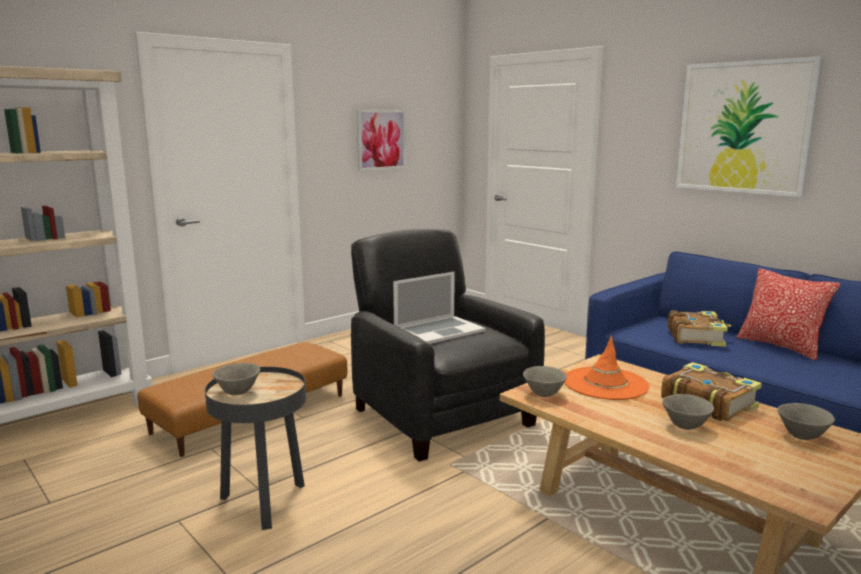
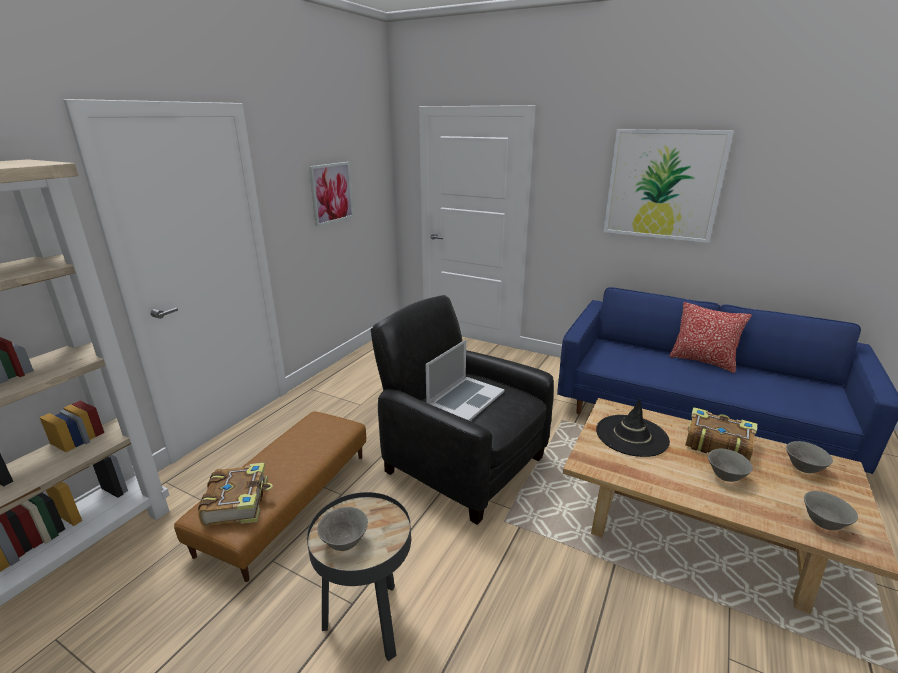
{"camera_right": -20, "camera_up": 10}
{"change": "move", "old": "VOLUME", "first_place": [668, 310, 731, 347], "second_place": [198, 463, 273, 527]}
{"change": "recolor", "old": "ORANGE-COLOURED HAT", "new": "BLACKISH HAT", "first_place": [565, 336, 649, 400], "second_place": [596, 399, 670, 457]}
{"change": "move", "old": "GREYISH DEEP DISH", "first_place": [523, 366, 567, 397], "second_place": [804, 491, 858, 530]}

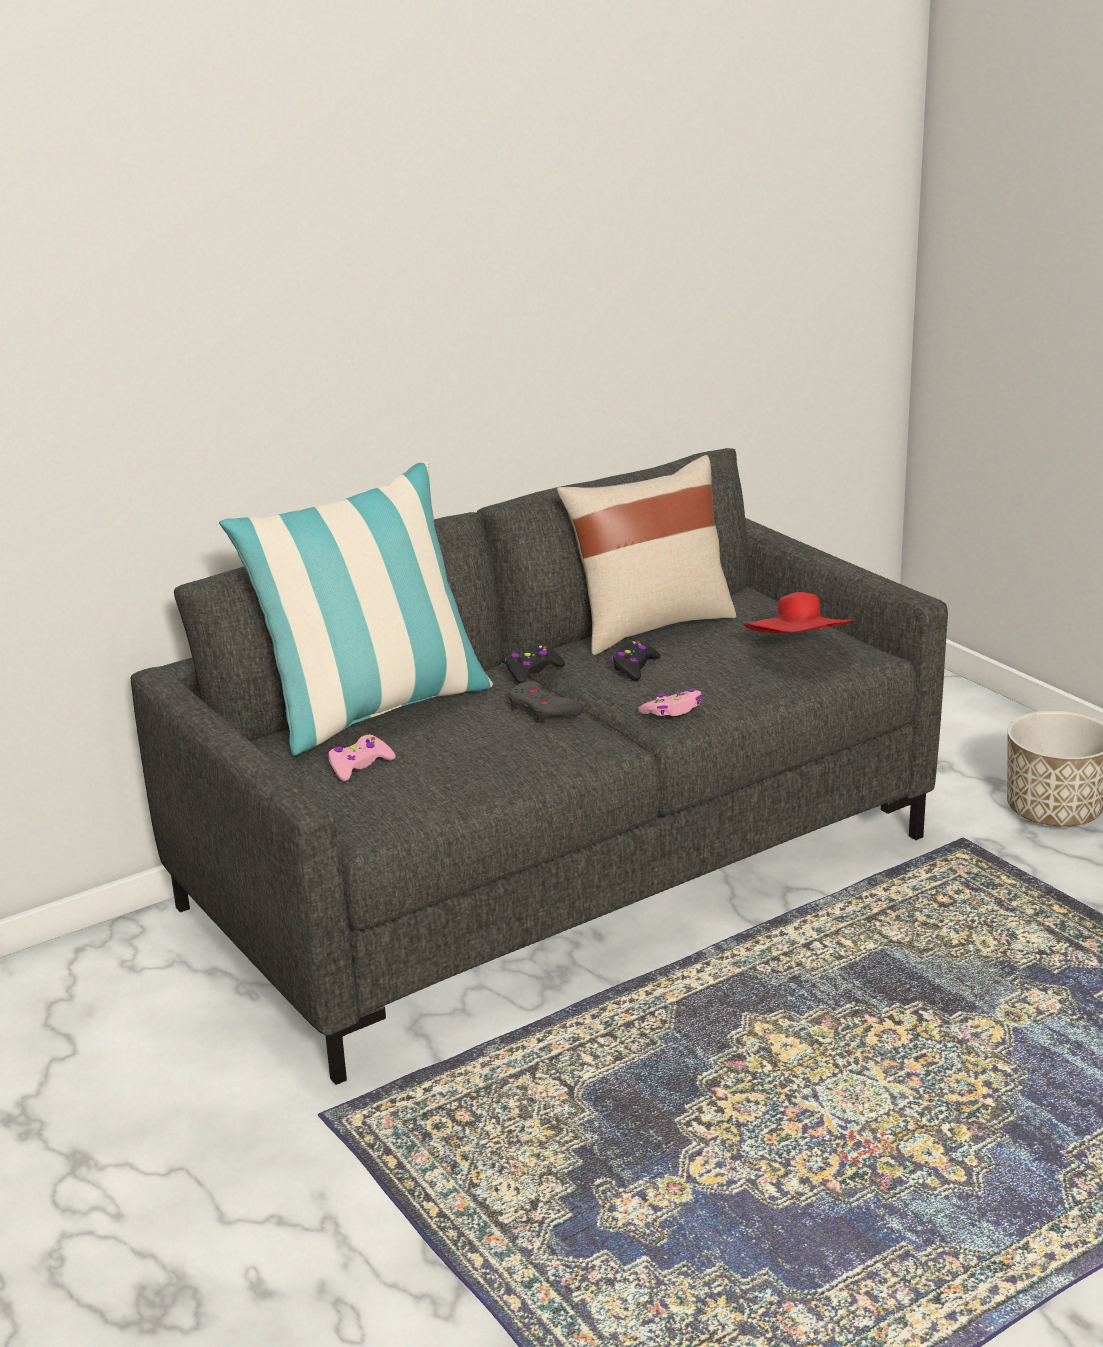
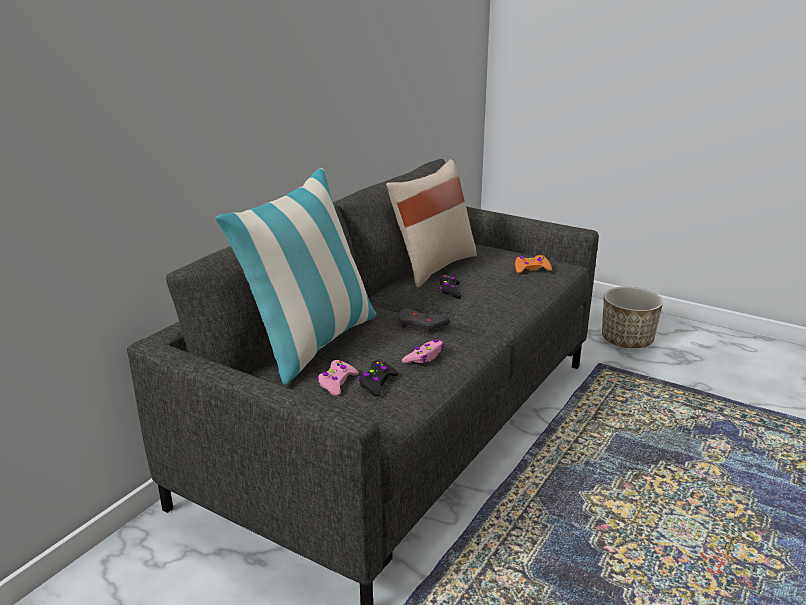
{"camera_right": -25, "camera_up": 0}
{"change": "replace", "old": "RED HAT", "new": "ORANGE-COLOURED GAMEPAD", "first_place": [743, 592, 854, 633], "second_place": [515, 255, 552, 273]}
{"change": "move", "old": "BLACKISH GAMEPAD", "first_place": [505, 644, 565, 683], "second_place": [358, 360, 399, 397]}
{"change": "move", "old": "PINKISH GAMEPAD", "first_place": [638, 688, 703, 716], "second_place": [402, 339, 444, 364]}

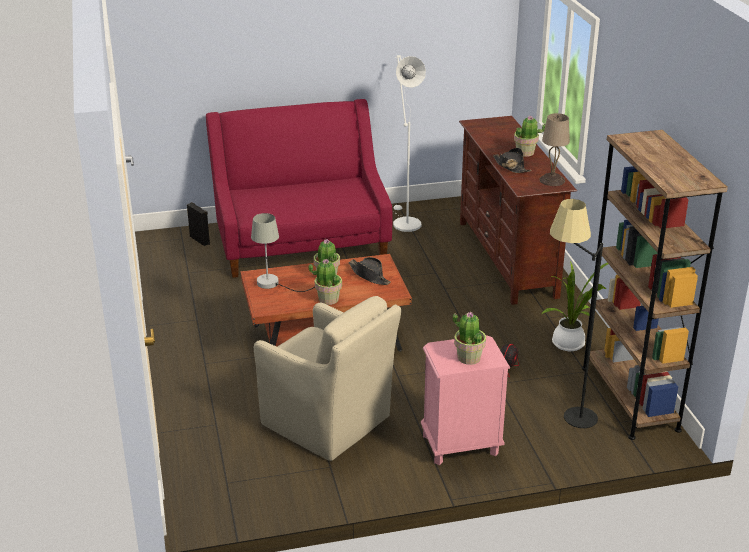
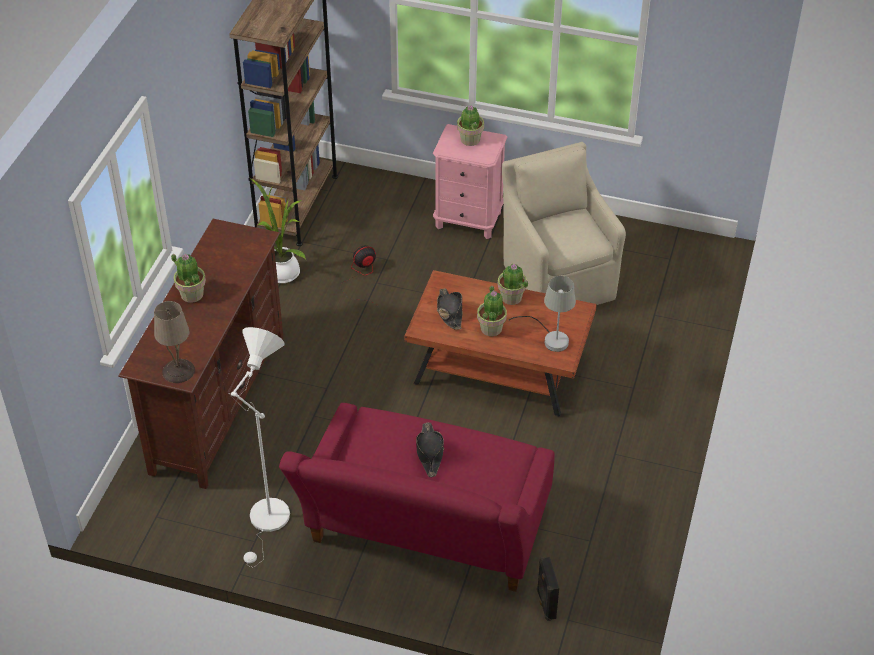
{"camera_right": -150, "camera_up": 15}
{"change": "move", "old": "BEIGE LAMP FOR A TABLE", "first_place": [539, 113, 570, 186], "second_place": [154, 301, 195, 383]}
{"change": "move", "old": "BLACKISH HAT", "first_place": [493, 148, 531, 173], "second_place": [416, 422, 444, 477]}
{"change": "delete", "old": "BLACKISH STANDARD LAMP", "first_place": [550, 199, 603, 428]}

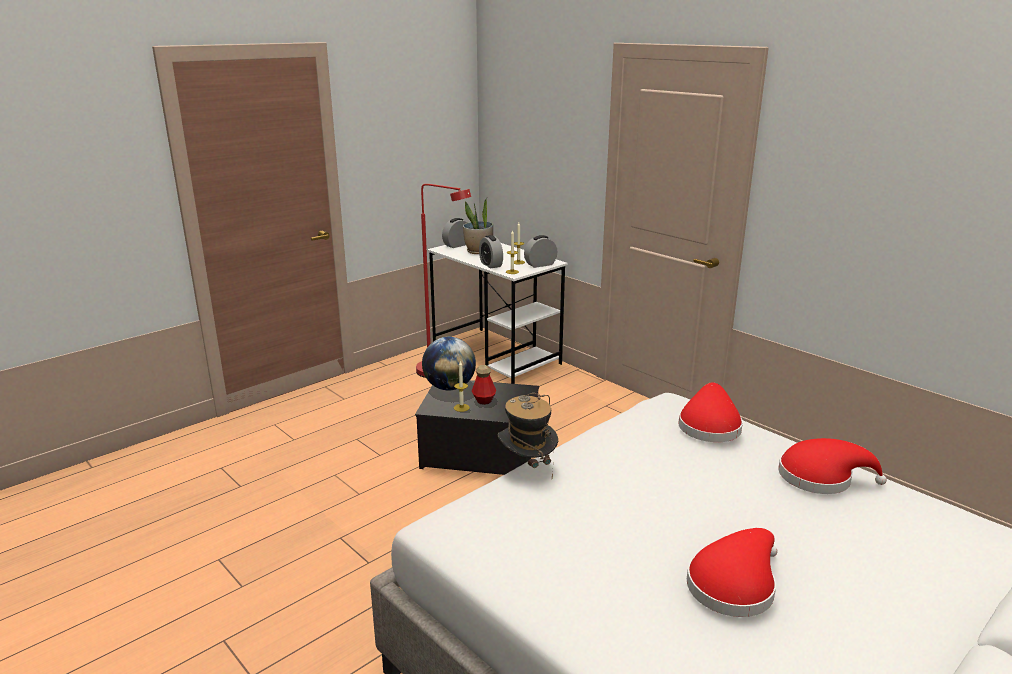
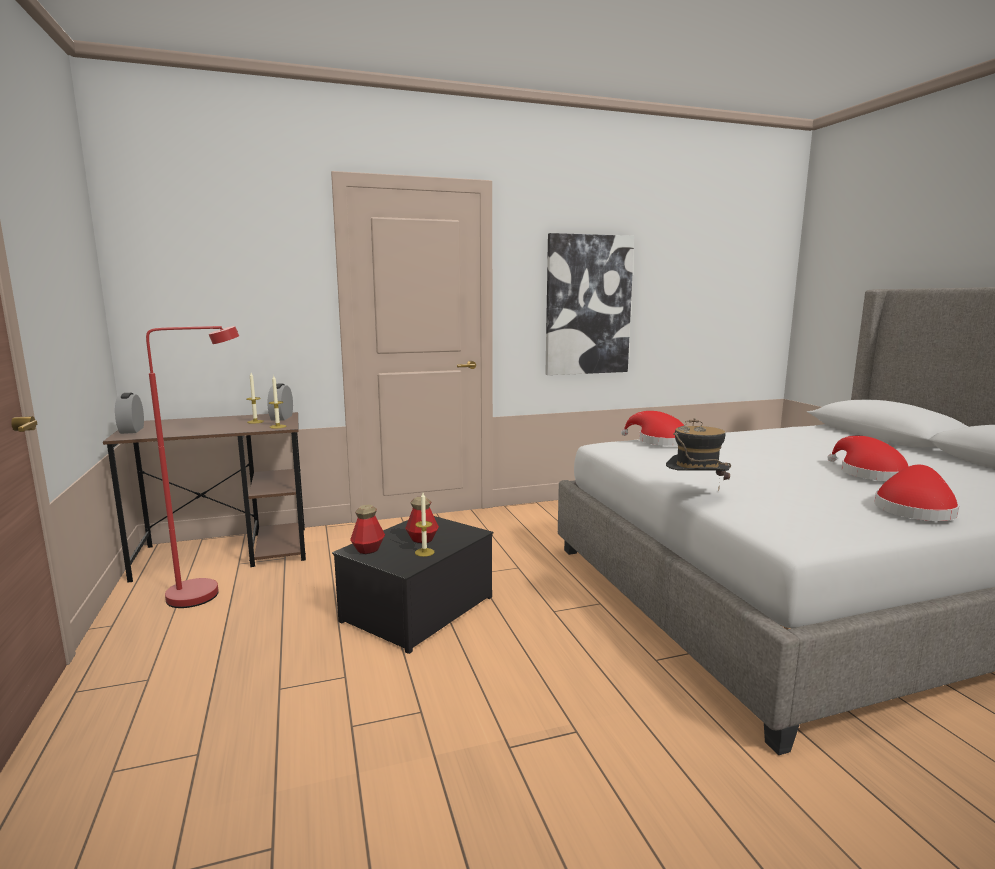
{"camera_right": -65, "camera_up": -10}
{"change": "delete", "old": "PLANT IN A POT", "first_place": [463, 198, 493, 254]}
{"change": "delete", "old": "ALARM CLOCK", "first_place": [479, 235, 503, 269]}
{"change": "recolor", "old": "WHITE-COLOURED DESK", "new": "BROWN DESK", "first_place": [427, 243, 568, 384], "second_place": [103, 412, 306, 583]}
{"change": "replace", "old": "DESK GLOBE", "new": "BEVERAGE BOTTLE", "first_place": [422, 337, 476, 390], "second_place": [350, 505, 385, 554]}
{"change": "move", "old": "RED HAT", "first_place": [778, 438, 887, 494], "second_place": [874, 465, 959, 521]}
{"change": "insert", "new": "WALL PICTURE", "second_place": [545, 233, 634, 375]}

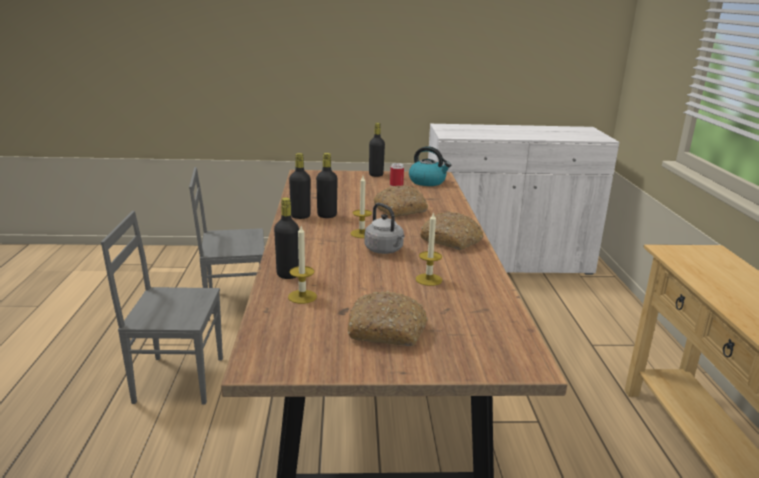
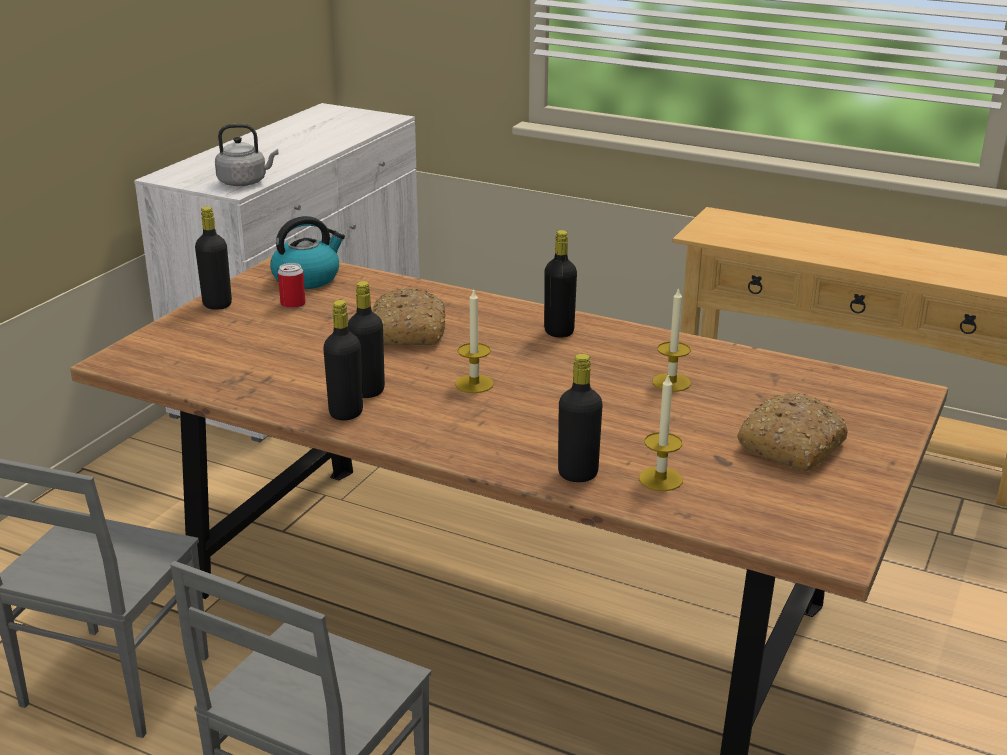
{"camera_right": -60, "camera_up": 5}
{"change": "move", "old": "GREYISH TEA KETTLE", "first_place": [364, 203, 405, 254], "second_place": [215, 124, 278, 186]}
{"change": "replace", "old": "BREAD", "new": "BLACKISH BEVERAGE BOTTLE", "first_place": [419, 211, 483, 250], "second_place": [544, 230, 577, 338]}

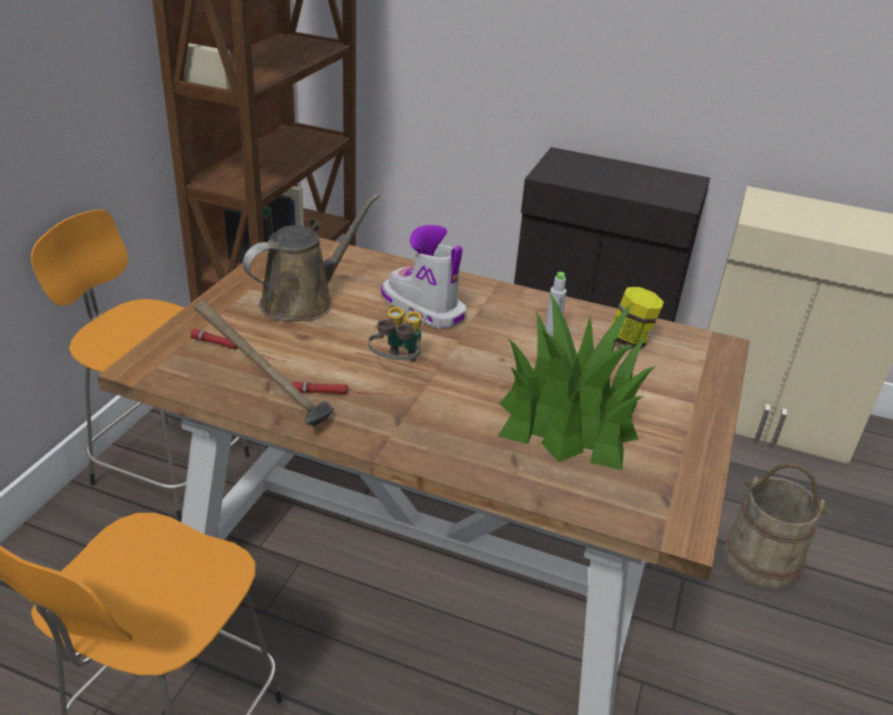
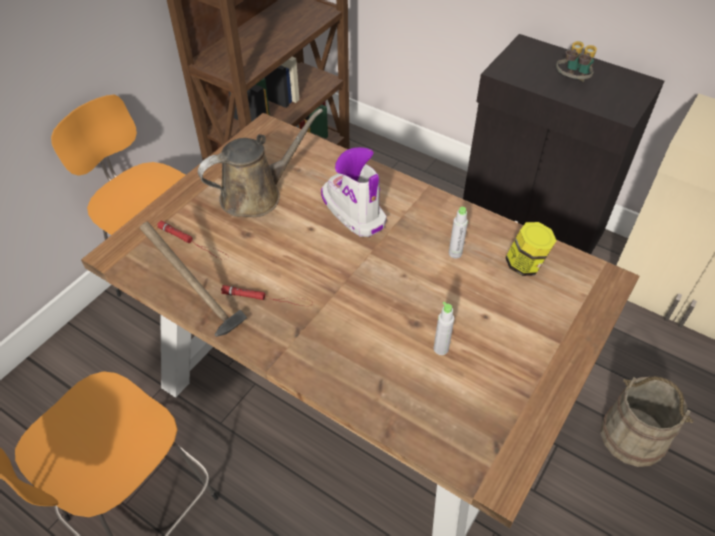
{"camera_right": 15, "camera_up": 15}
{"change": "replace", "old": "PLANT IN A POT", "new": "GREYISH BEVERAGE BOTTLE", "first_place": [498, 292, 656, 470], "second_place": [434, 302, 454, 355]}
{"change": "move", "old": "BINOCULARS", "first_place": [368, 307, 422, 362], "second_place": [556, 41, 597, 82]}

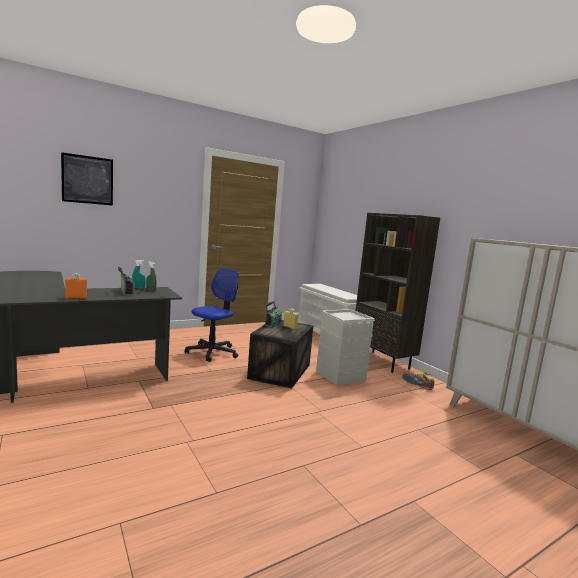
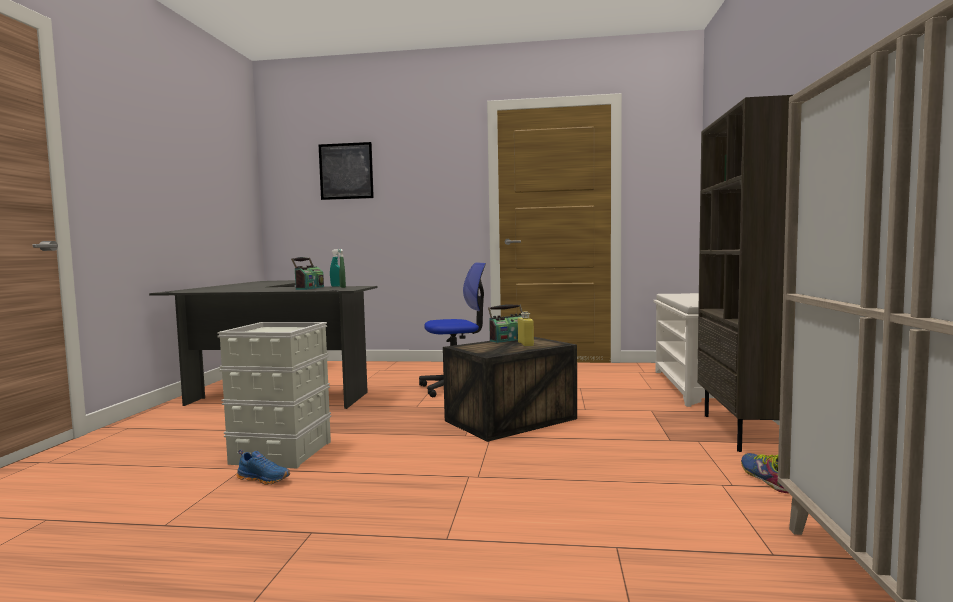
{"camera_right": 40, "camera_up": -5}
{"change": "delete", "old": "ORANGE-COLOURED BEVERAGE BOTTLE", "first_place": [65, 273, 87, 299]}
{"change": "move", "old": "GREYISH STORAGE BIN", "first_place": [316, 309, 375, 386], "second_place": [217, 322, 331, 469]}
{"change": "insert", "new": "BLUE LOW SHOE", "second_place": [236, 450, 290, 485]}

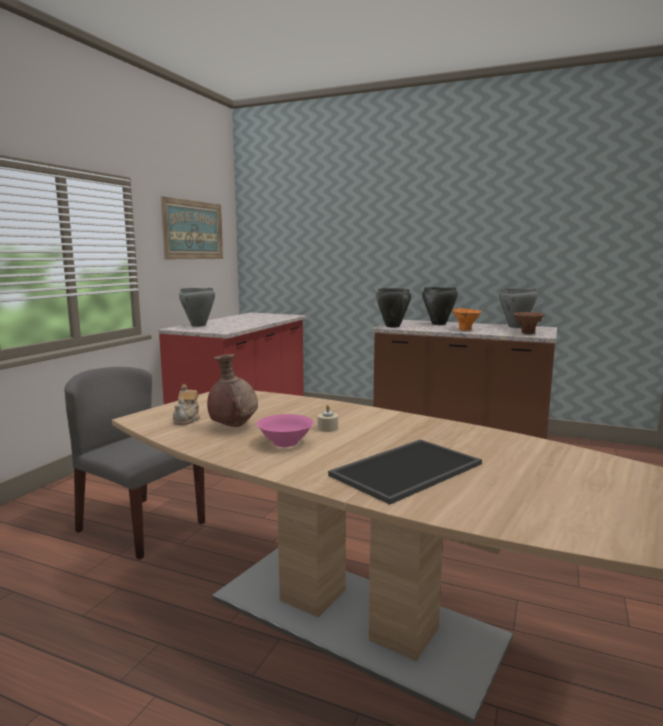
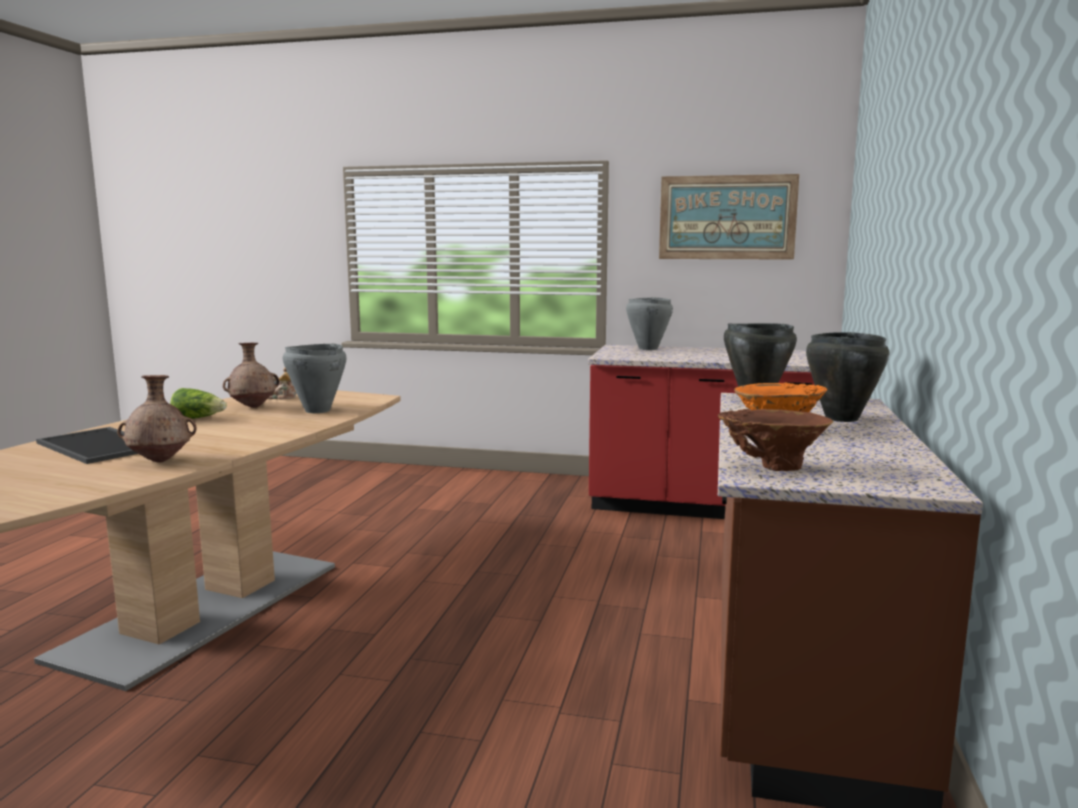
{"camera_right": 80, "camera_up": 0}
{"change": "move", "old": "GREYISH SAUCEPOT", "first_place": [499, 288, 538, 328], "second_place": [283, 344, 347, 413]}
{"change": "delete", "old": "GREYISH PLAIN CHAIR", "first_place": [64, 367, 205, 560]}
{"change": "delete", "old": "BEIGE CANDLE", "first_place": [318, 405, 338, 432]}
{"change": "replace", "old": "PINKISH DEEP DISH", "new": "LETTUCE", "first_place": [256, 414, 314, 447], "second_place": [170, 388, 227, 419]}
{"change": "insert", "new": "BROWN FLOWER VASE", "second_place": [117, 375, 197, 463]}

